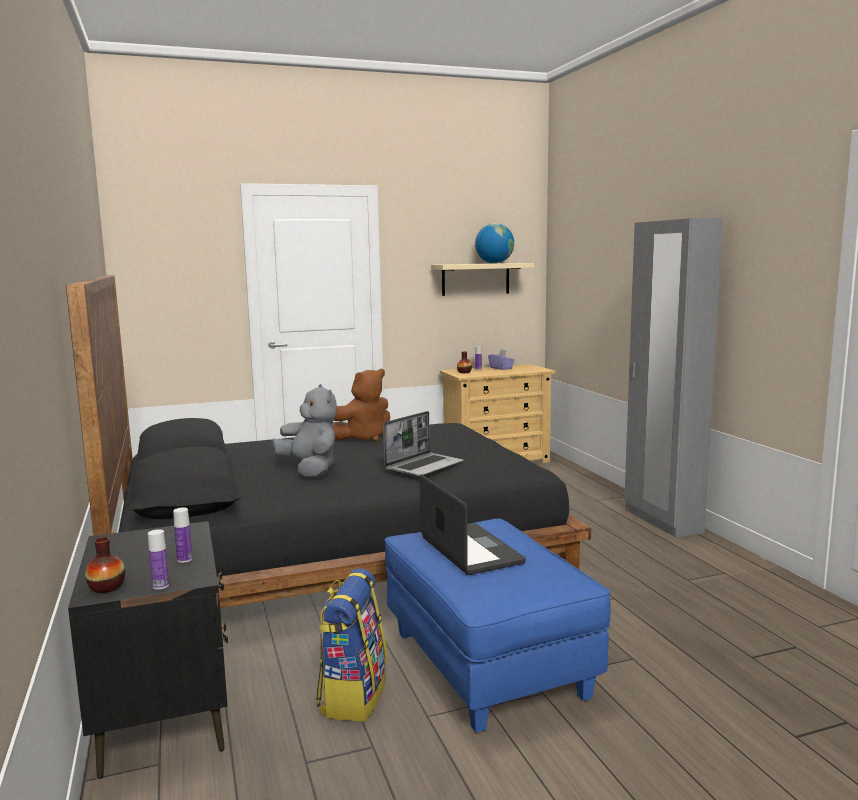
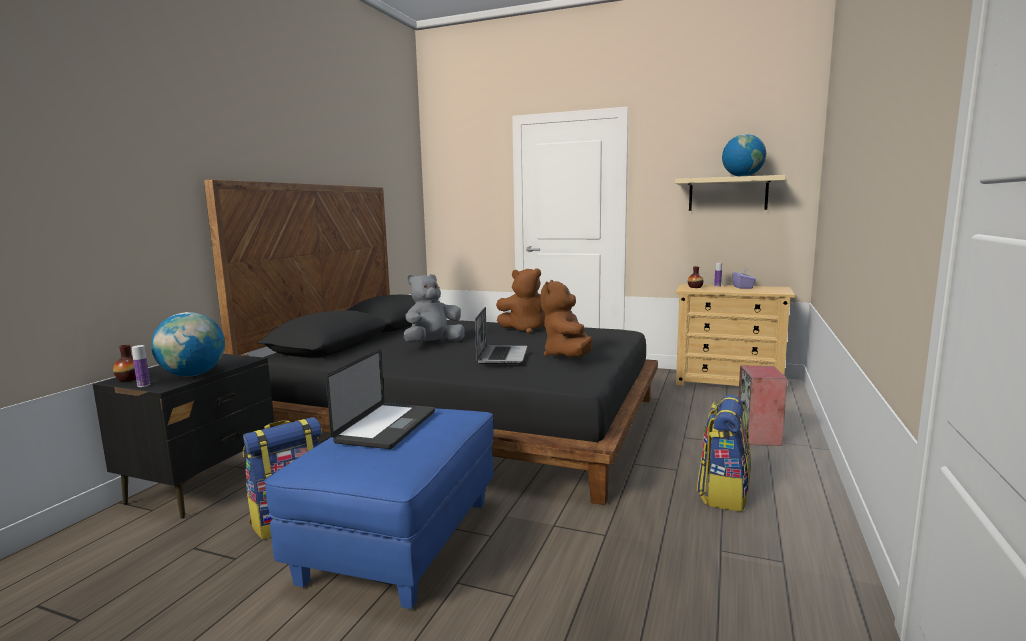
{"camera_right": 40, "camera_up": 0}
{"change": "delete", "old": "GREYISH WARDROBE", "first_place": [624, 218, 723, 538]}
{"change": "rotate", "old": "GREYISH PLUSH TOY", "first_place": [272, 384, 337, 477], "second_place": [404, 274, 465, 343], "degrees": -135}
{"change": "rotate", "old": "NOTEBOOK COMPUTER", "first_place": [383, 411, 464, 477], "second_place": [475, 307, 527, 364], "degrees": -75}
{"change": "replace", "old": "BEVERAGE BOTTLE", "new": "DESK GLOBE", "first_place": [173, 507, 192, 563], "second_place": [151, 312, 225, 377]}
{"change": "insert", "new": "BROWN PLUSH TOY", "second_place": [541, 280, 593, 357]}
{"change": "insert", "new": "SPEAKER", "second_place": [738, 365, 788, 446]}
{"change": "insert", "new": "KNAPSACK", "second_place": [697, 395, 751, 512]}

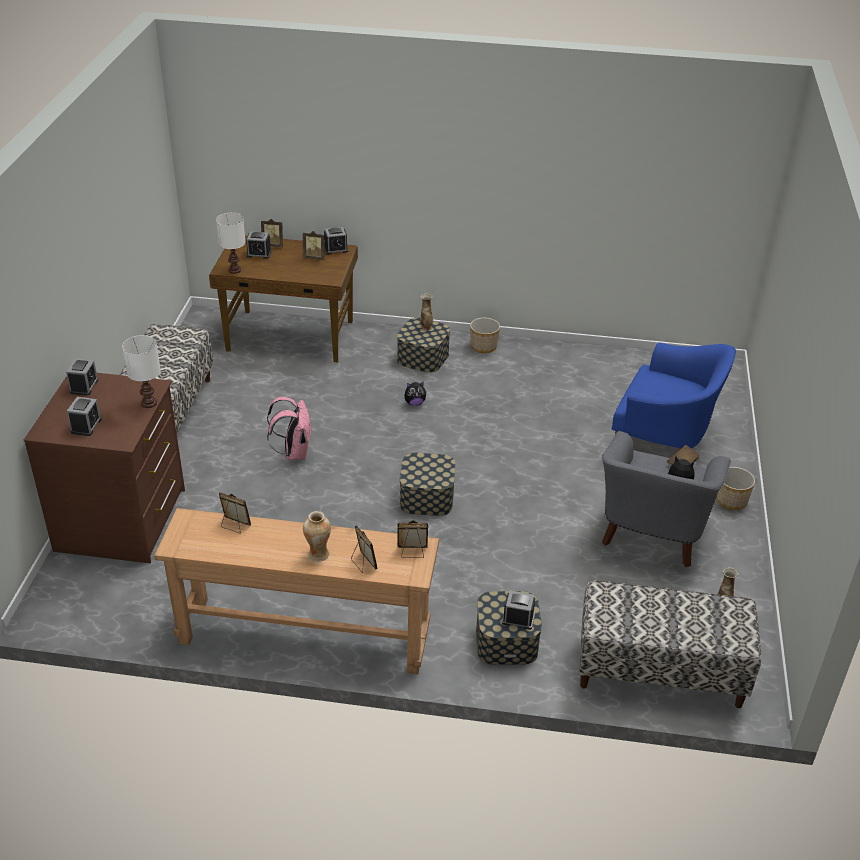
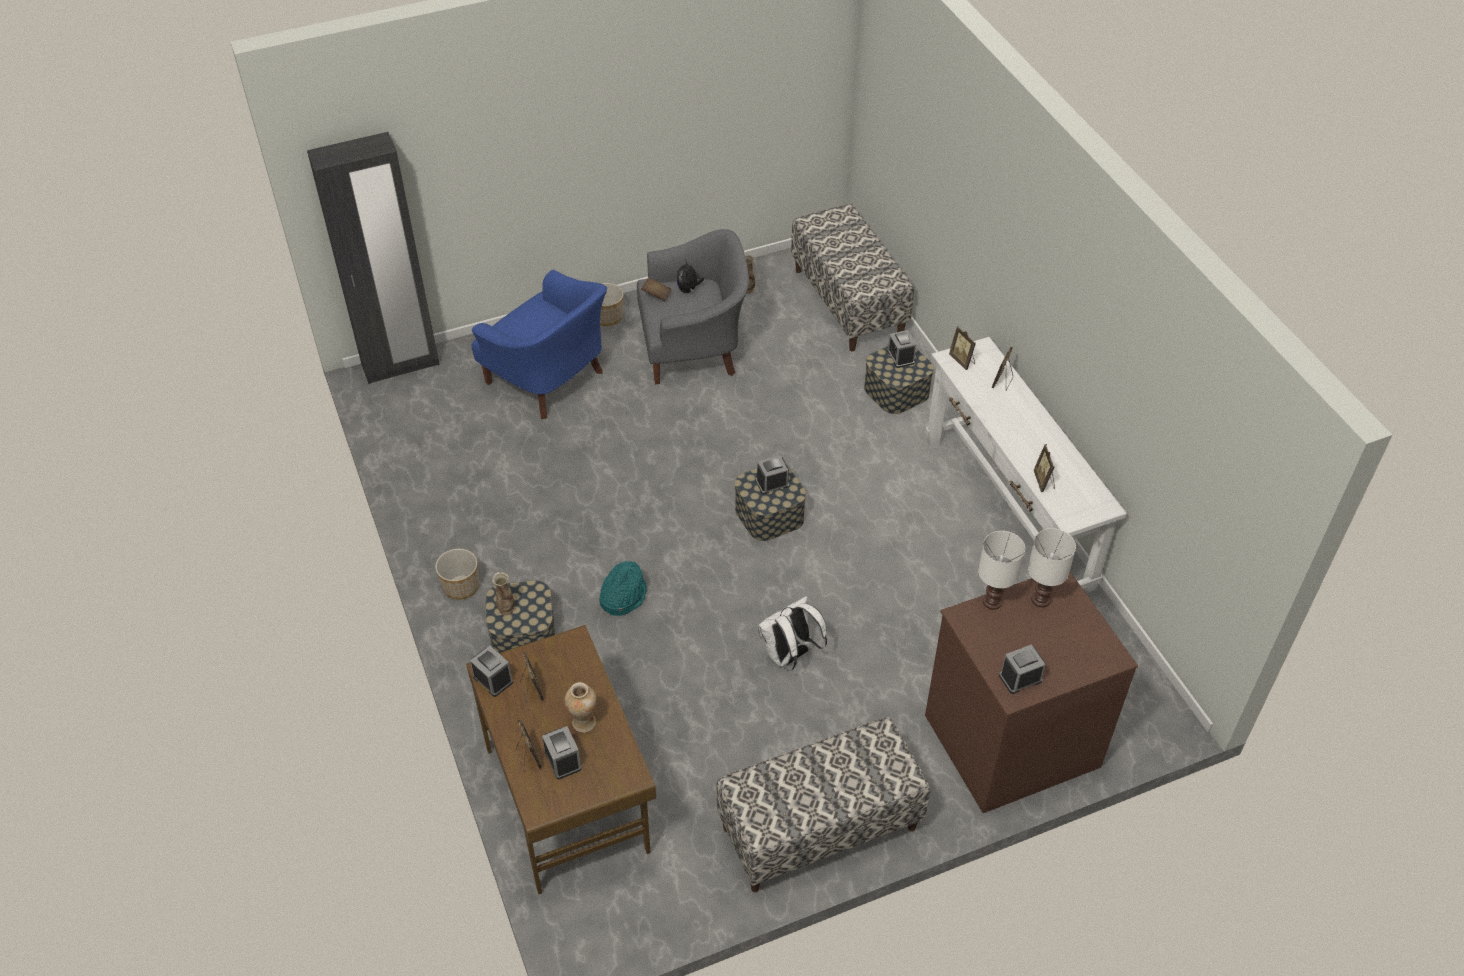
{"camera_right": -120, "camera_up": 10}
{"change": "move", "old": "WHITE-COLOURED LAMP FOR A TABLE", "first_place": [216, 213, 246, 274], "second_place": [1028, 528, 1076, 607]}
{"change": "rotate", "old": "BLUE ARMCHAIR", "first_place": [612, 342, 736, 449], "second_place": [472, 270, 607, 419], "degrees": 135}
{"change": "replace", "old": "PLUSH TOY", "new": "TURQUOISE-COLOURED HAT", "first_place": [404, 381, 426, 406], "second_place": [599, 561, 647, 616]}
{"change": "move", "old": "ALARM CLOCK", "first_place": [67, 397, 102, 436], "second_place": [755, 455, 790, 494]}
{"change": "recolor", "old": "PINKISH KNAPSACK", "new": "WHITE-COLOURED KNAPSACK", "first_place": [267, 397, 311, 460], "second_place": [758, 596, 827, 671]}
{"change": "recolor", "old": "BROWN CONSOLE TABLE", "new": "WHITE-COLOURED CONSOLE TABLE", "first_place": [154, 508, 439, 674], "second_place": [925, 337, 1127, 593]}
{"change": "move", "old": "FLOWER VASE", "first_place": [303, 511, 331, 562], "second_place": [565, 682, 597, 732]}
{"change": "insert", "new": "BLACKISH WARDROBE", "second_place": [307, 132, 440, 384]}

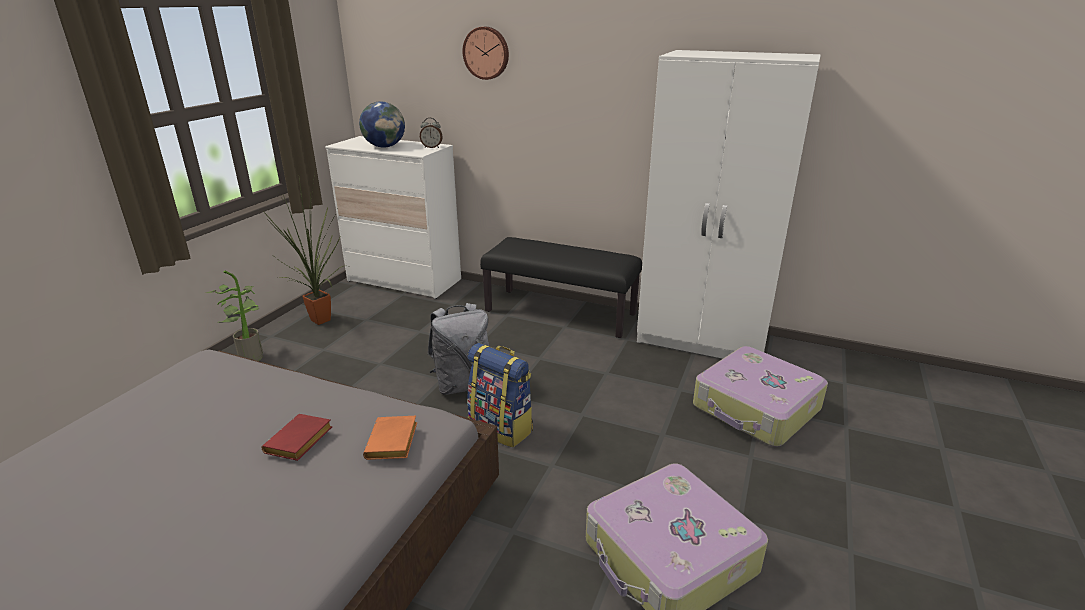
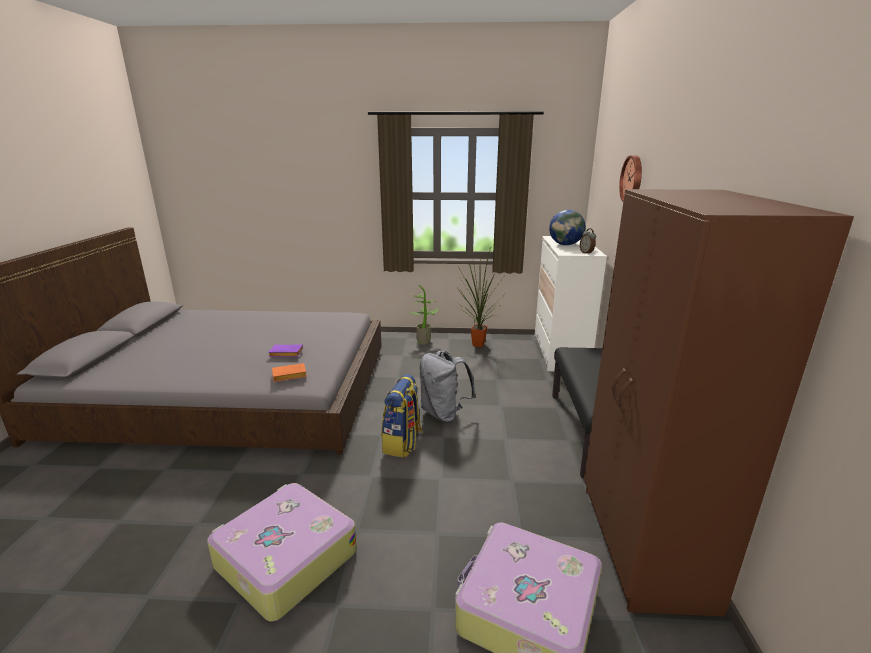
{"camera_right": 70, "camera_up": -5}
{"change": "recolor", "old": "WHITE-COLOURED WARDROBE", "new": "BROWN WARDROBE", "first_place": [637, 50, 821, 359], "second_place": [584, 189, 854, 616]}
{"change": "recolor", "old": "RED VOLUME", "new": "PURPLE VOLUME", "first_place": [262, 414, 332, 461], "second_place": [268, 344, 303, 357]}

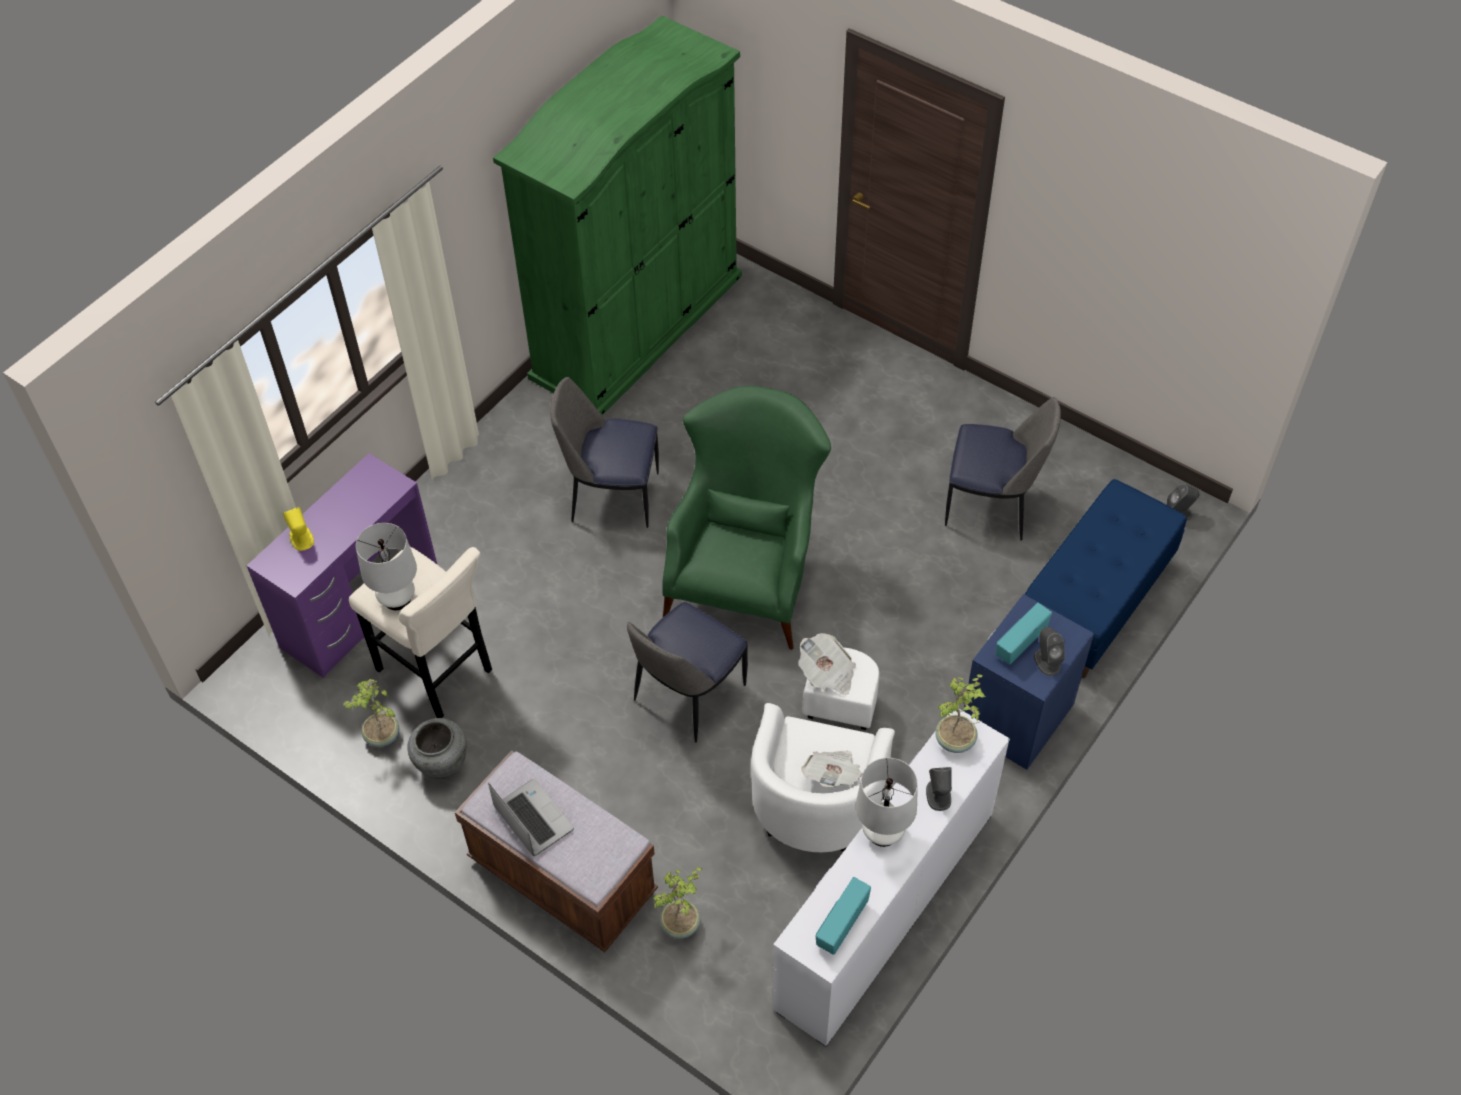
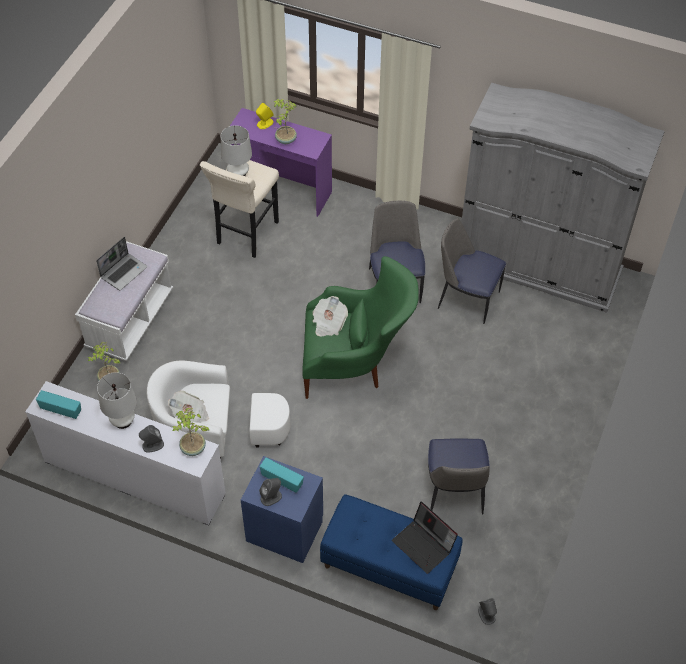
{"camera_right": 75, "camera_up": 0}
{"change": "recolor", "old": "GREENISH WARDROBE", "new": "GREYISH WARDROBE", "first_place": [493, 15, 742, 415], "second_place": [461, 83, 665, 313]}
{"change": "move", "old": "PLAIN CHAIR", "first_place": [627, 602, 748, 743], "second_place": [438, 218, 506, 324]}
{"change": "move", "old": "PRINTED PAPER", "first_place": [798, 633, 856, 695], "second_place": [313, 296, 348, 336]}
{"change": "move", "old": "PLANT IN A POT", "first_place": [344, 679, 399, 747], "second_place": [274, 99, 297, 144]}
{"change": "delete", "old": "GREYISH FLOWER VASE", "first_place": [408, 718, 467, 780]}
{"change": "recolor", "old": "BROWN LONG SEAT", "new": "WHITE-COLOURED LONG SEAT", "first_place": [455, 750, 658, 952], "second_place": [75, 241, 173, 361]}
{"change": "insert", "new": "NOTEBOOK COMPUTER", "second_place": [392, 502, 458, 574]}

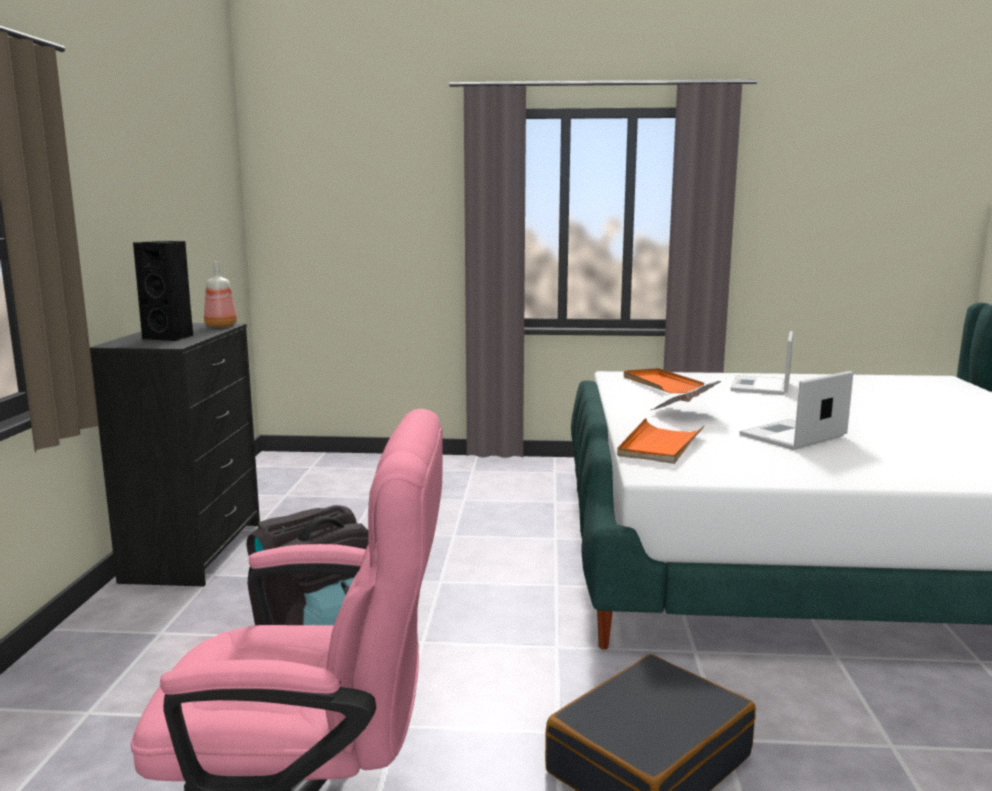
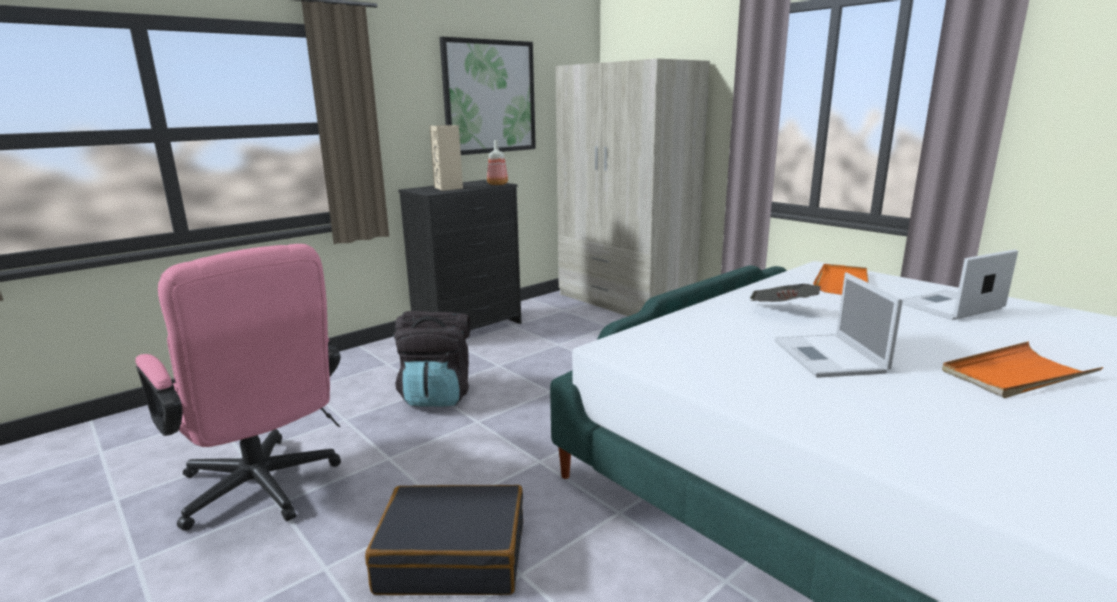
{"camera_right": 45, "camera_up": 5}
{"change": "recolor", "old": "BLACKISH SPEAKER", "new": "BEIGE SPEAKER", "first_place": [133, 241, 193, 341], "second_place": [429, 125, 463, 191]}
{"change": "rotate", "old": "NOTEBOOK COMPUTER", "first_place": [739, 371, 853, 450], "second_place": [774, 272, 903, 378], "degrees": -105}
{"change": "move", "old": "ORANGE-COLOURED SERVING TRAY", "first_place": [617, 418, 705, 464], "second_place": [942, 342, 1103, 398]}
{"change": "insert", "new": "WALL PICTURE", "second_place": [440, 37, 536, 155]}
{"change": "insert", "new": "BEIGE WARDROBE", "second_place": [555, 59, 710, 316]}

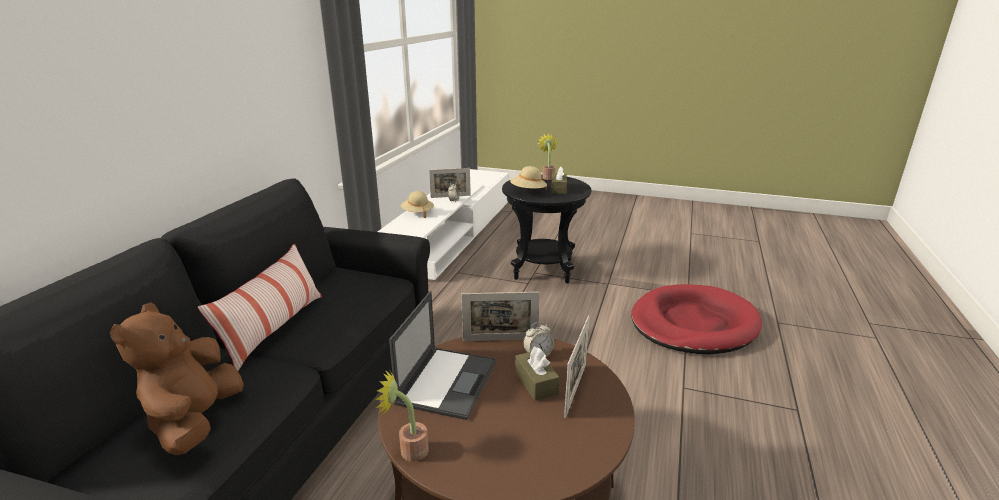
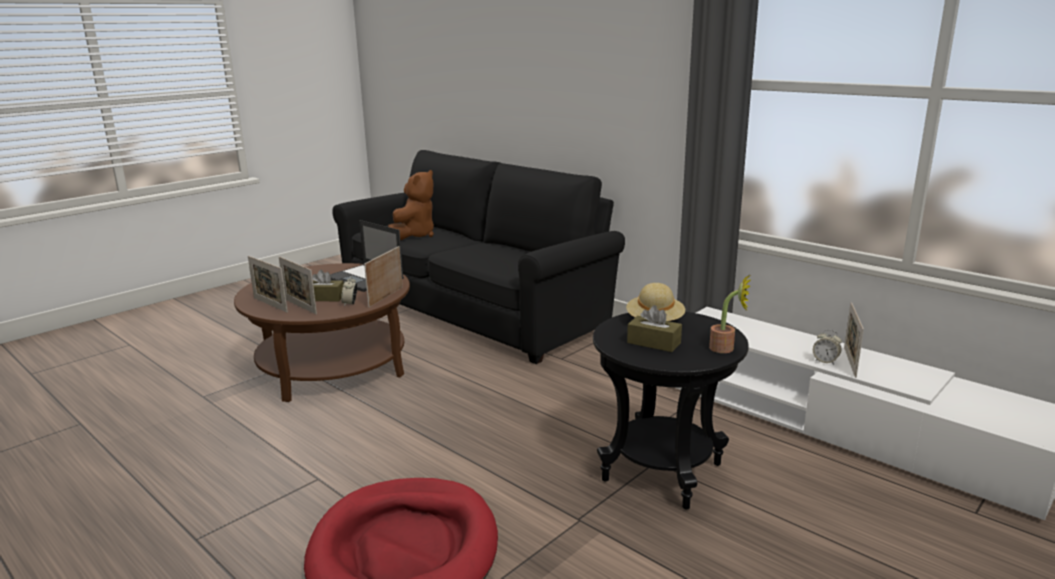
{"camera_right": 115, "camera_up": -5}
{"change": "delete", "old": "BEIGE HAT", "first_place": [401, 191, 434, 218]}
{"change": "delete", "old": "PILLOW", "first_place": [197, 244, 322, 371]}
{"change": "rotate", "old": "BROWN PLUSH TOY", "first_place": [110, 303, 243, 455], "second_place": [388, 170, 434, 240], "degrees": 90}
{"change": "delete", "old": "PLANT IN A POT", "first_place": [375, 370, 429, 462]}
{"change": "insert", "new": "PICTURE FRAME", "second_place": [248, 256, 288, 312]}

